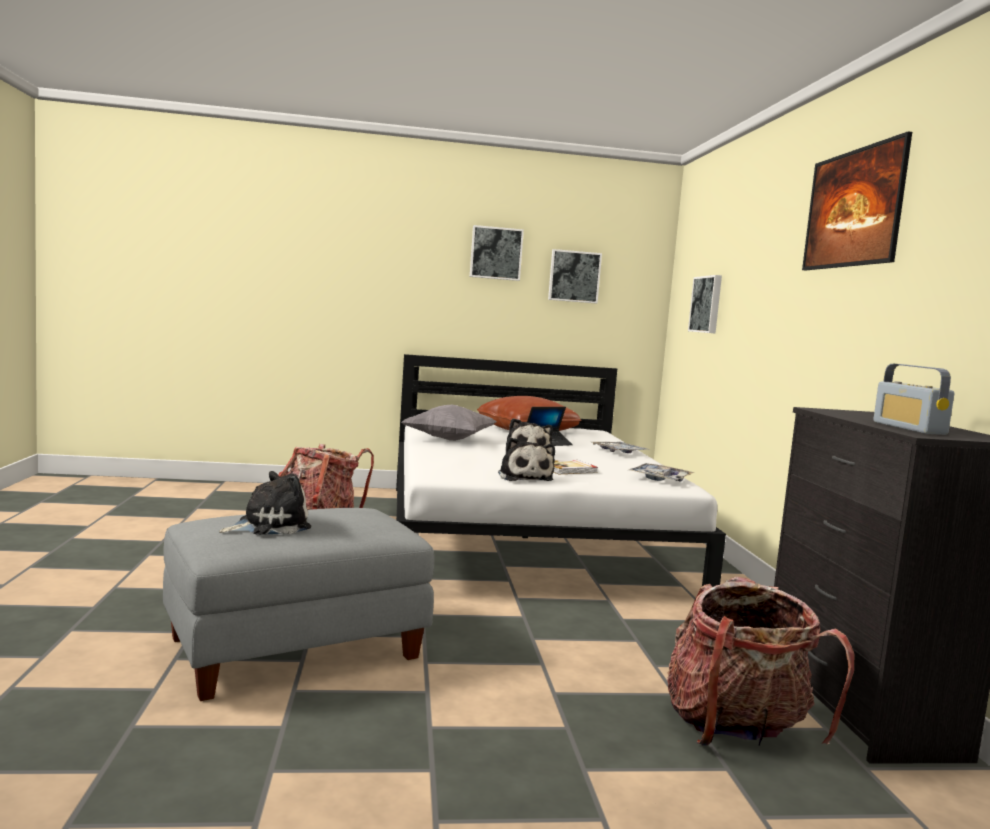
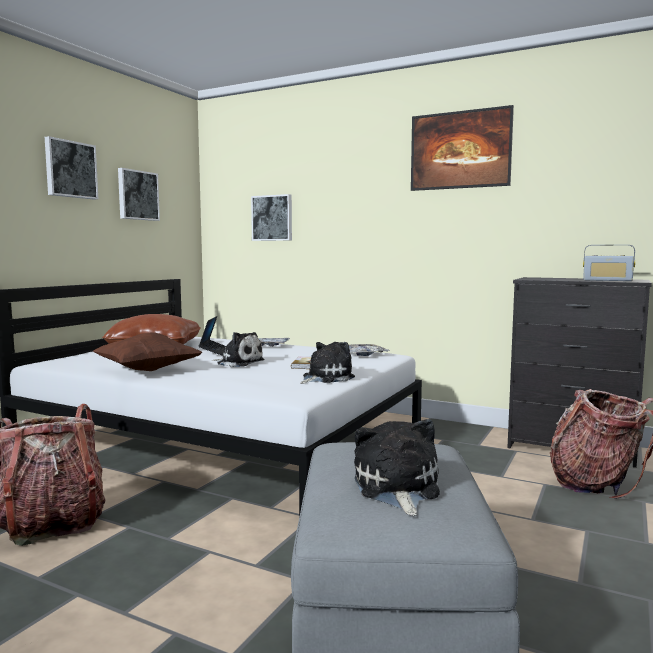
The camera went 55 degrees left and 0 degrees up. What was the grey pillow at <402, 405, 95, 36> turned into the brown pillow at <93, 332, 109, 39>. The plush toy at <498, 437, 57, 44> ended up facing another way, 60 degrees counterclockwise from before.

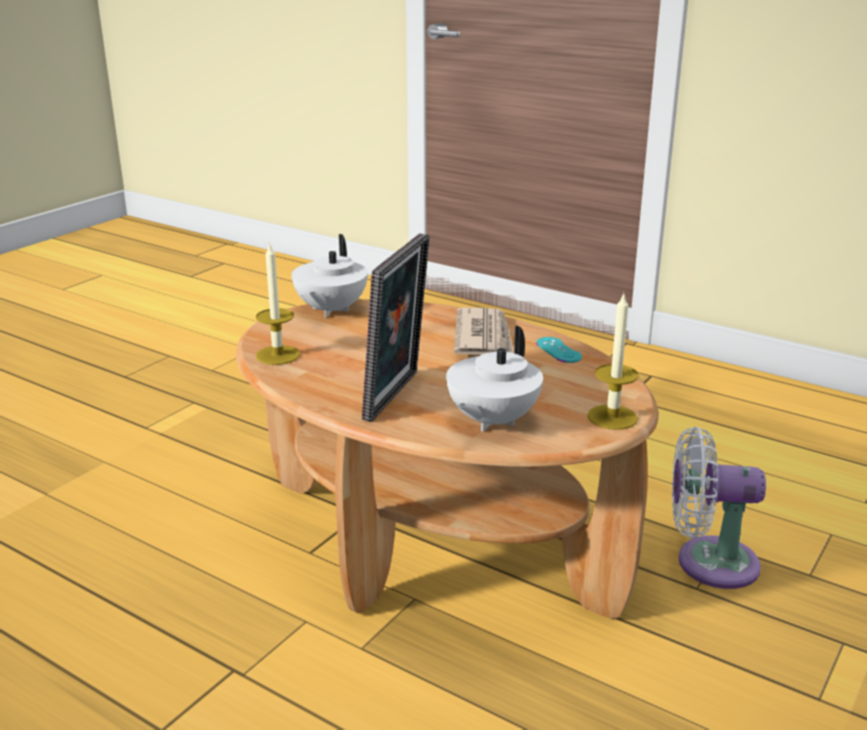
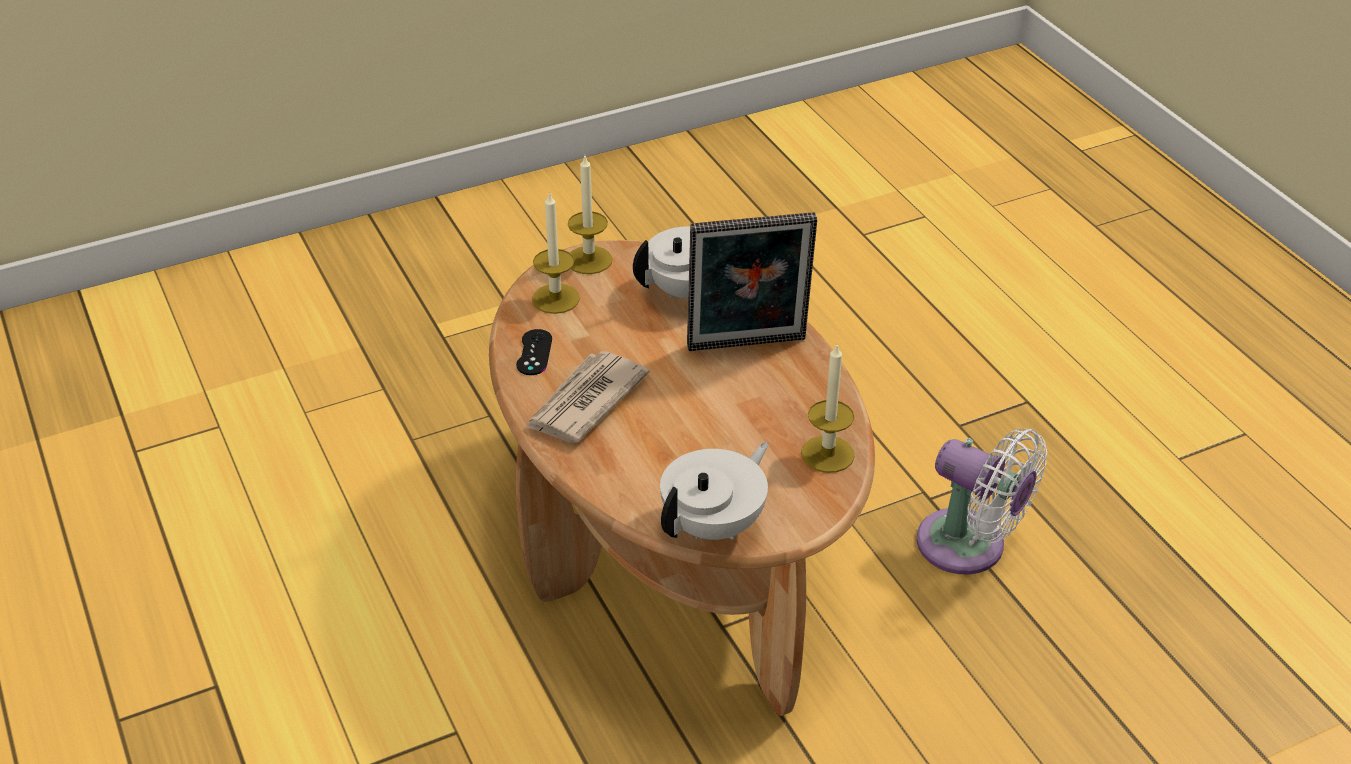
The camera went 150 degrees left and 15 degrees up. The picture frame at <362, 233, 68, 189> ended up facing another way, 150 degrees counterclockwise from before. What was the turquoise game controller at <536, 337, 46, 26> turned into the black game controller at <516, 329, 36, 46>. The white fan ended up elsewhere, having gone from <672, 427, 94, 162> to <917, 428, 130, 146>. The second view gained the candle at <532, 191, 48, 123>.

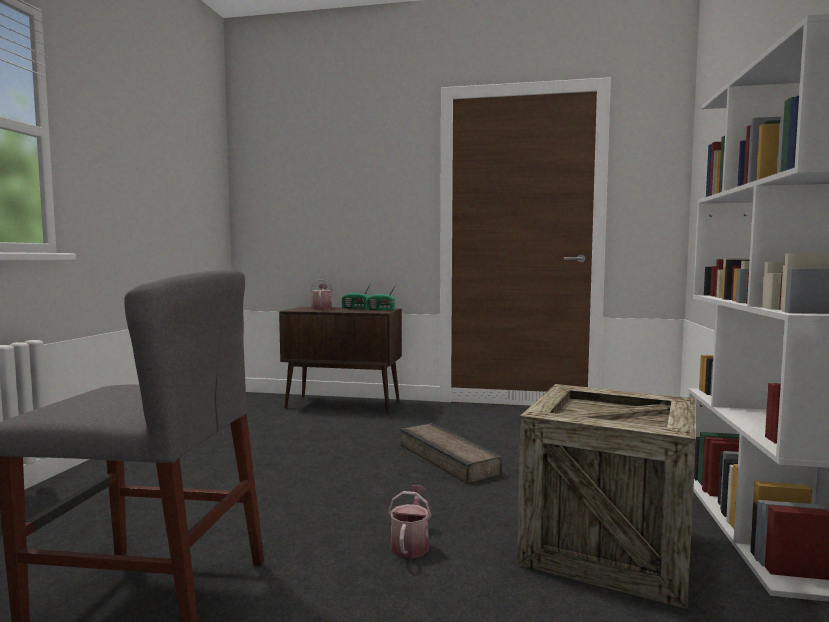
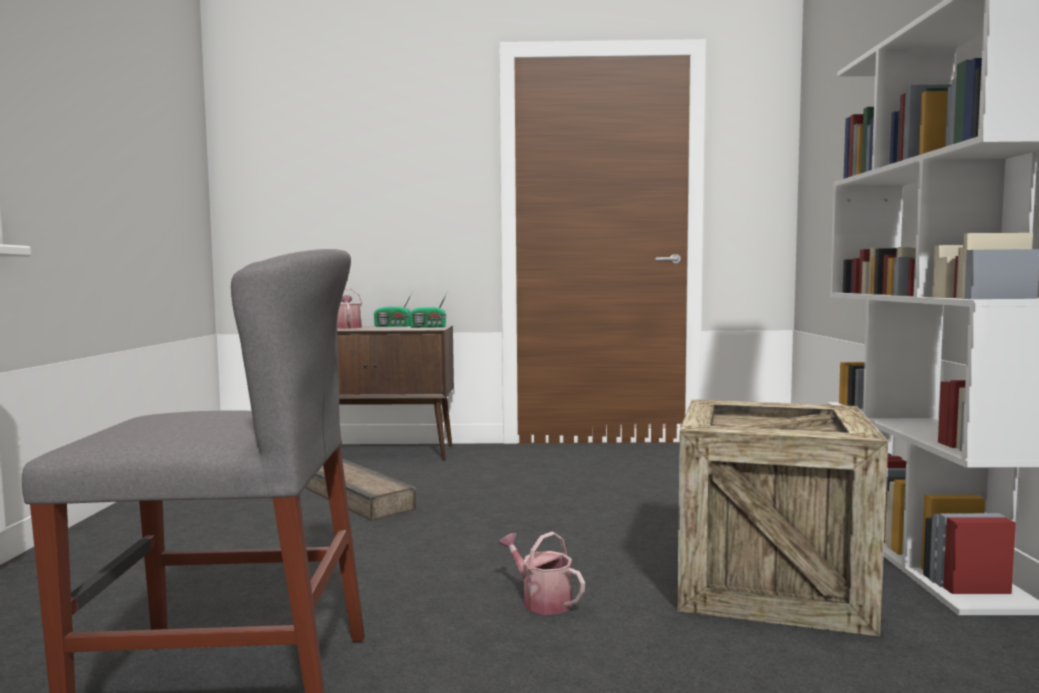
The camera went 10 degrees left and 0 degrees up. The crate ended up elsewhere, having gone from <400, 423, 102, 61> to <305, 459, 111, 62>. The watering can at <388, 485, 43, 73> ended up facing another way, 45 degrees counterclockwise from before.

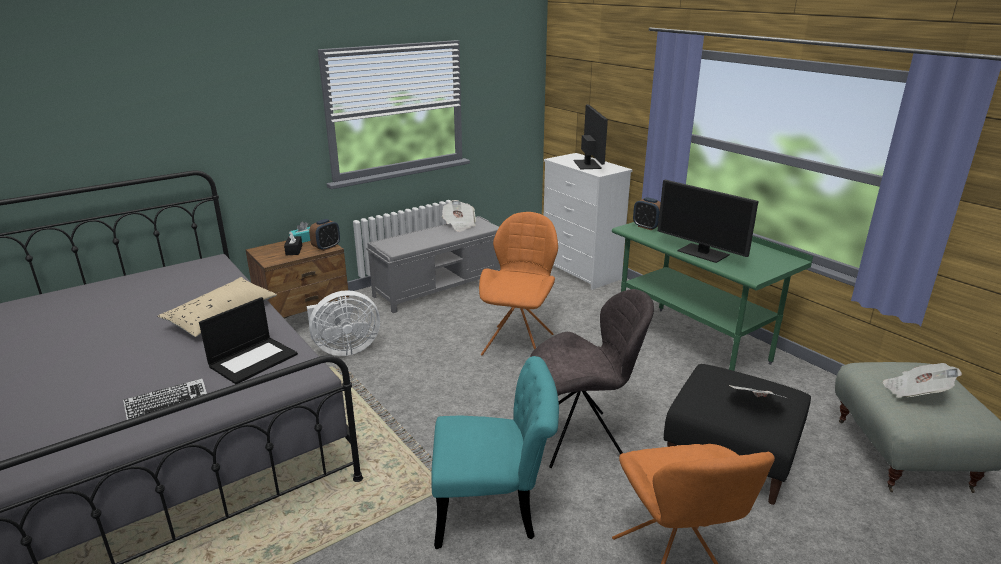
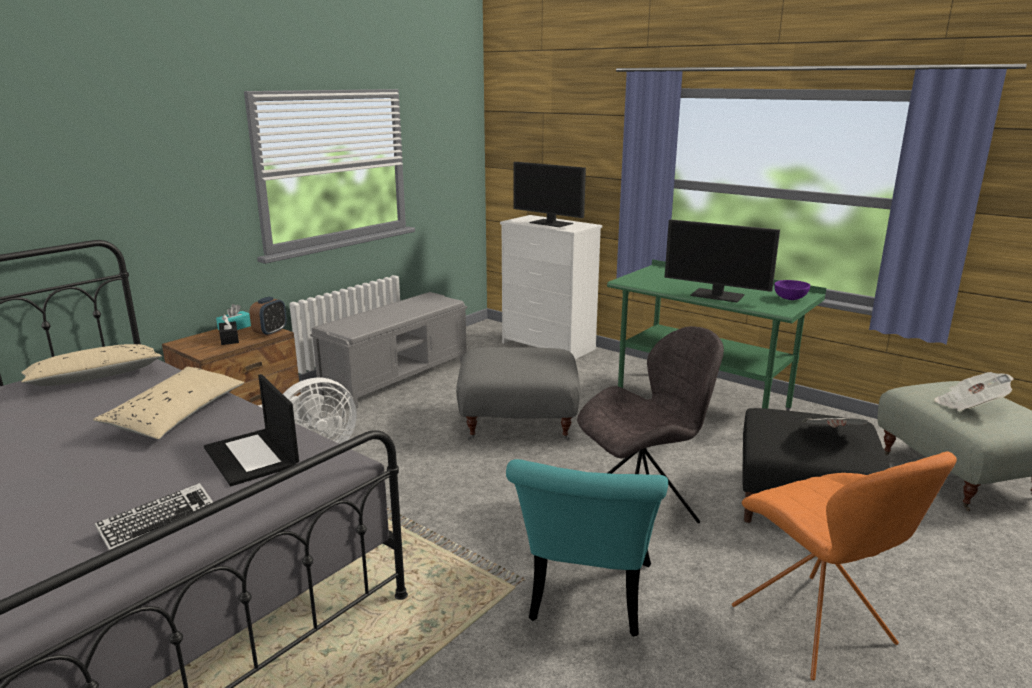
The camera went 15 degrees left and 5 degrees down. The monitor at <573, 104, 35, 65> ended up facing another way, 150 degrees clockwise from before. The second view lost the alarm clock at <633, 197, 28, 33>. The second view lost the newspaper at <442, 200, 34, 32>. Where the orange chair stood at <479, 212, 79, 144>, the grey ottoman came to stand at <456, 347, 124, 93>. The laptop at <199, 297, 99, 87> ended up facing another way, 120 degrees clockwise from before. The turquoise chair at <431, 356, 128, 193> ended up facing another way, 120 degrees clockwise from before. The second view gained the purple bowl at <774, 280, 36, 20>. The second view gained the beige pillow at <21, 344, 141, 42>.

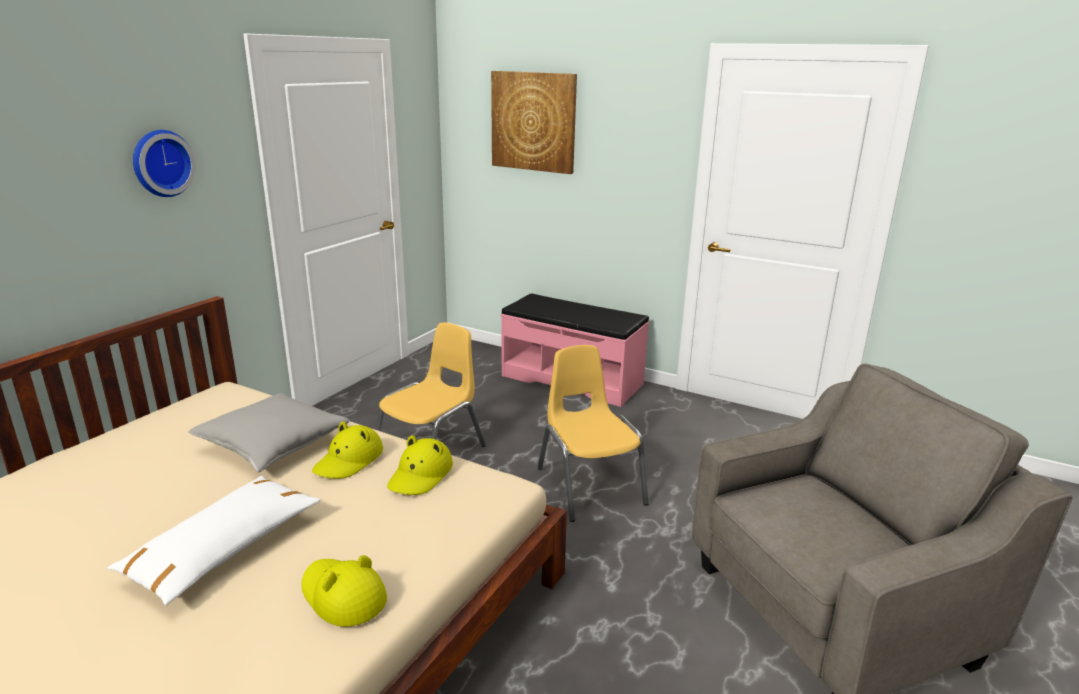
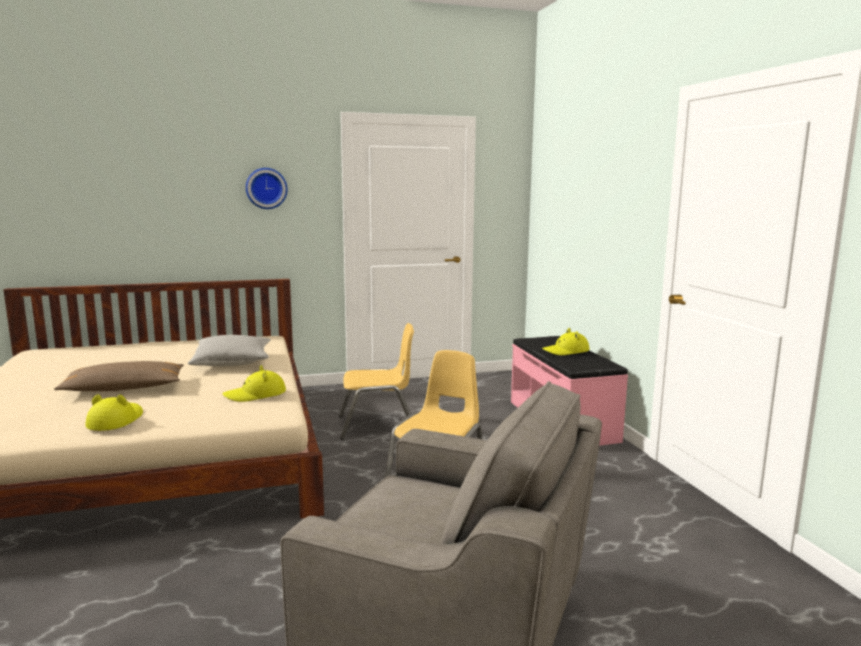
The camera went 45 degrees right and 10 degrees down. The second view lost the picture at <491, 71, 86, 103>. The yellow hat ended up elsewhere, having gone from <312, 421, 71, 58> to <542, 328, 47, 27>. What was the white pillow at <108, 476, 213, 130> turned into the brown pillow at <54, 361, 130, 30>.

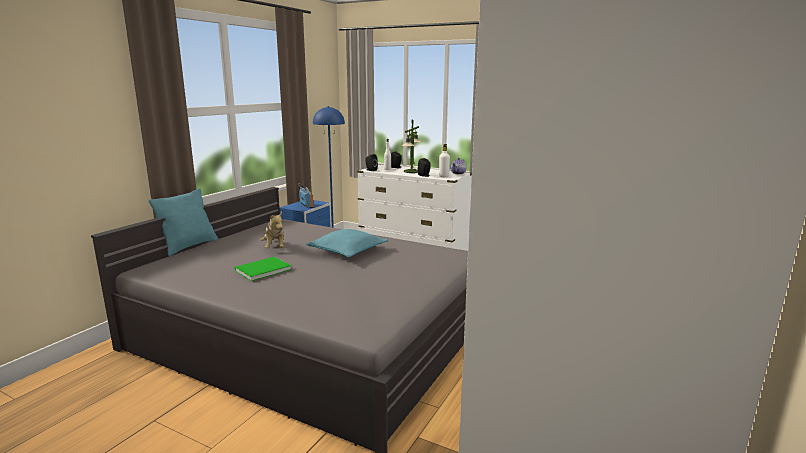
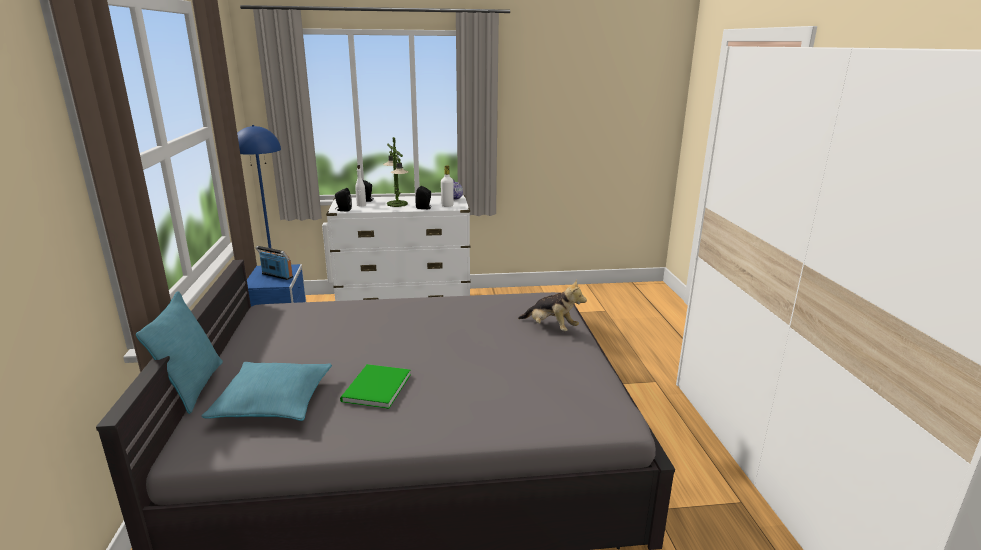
The camera went 35 degrees left and 5 degrees up. The plush toy ended up elsewhere, having gone from <260, 212, 24, 36> to <518, 280, 69, 51>. The turquoise pillow ended up elsewhere, having gone from <306, 229, 82, 28> to <201, 362, 131, 59>.

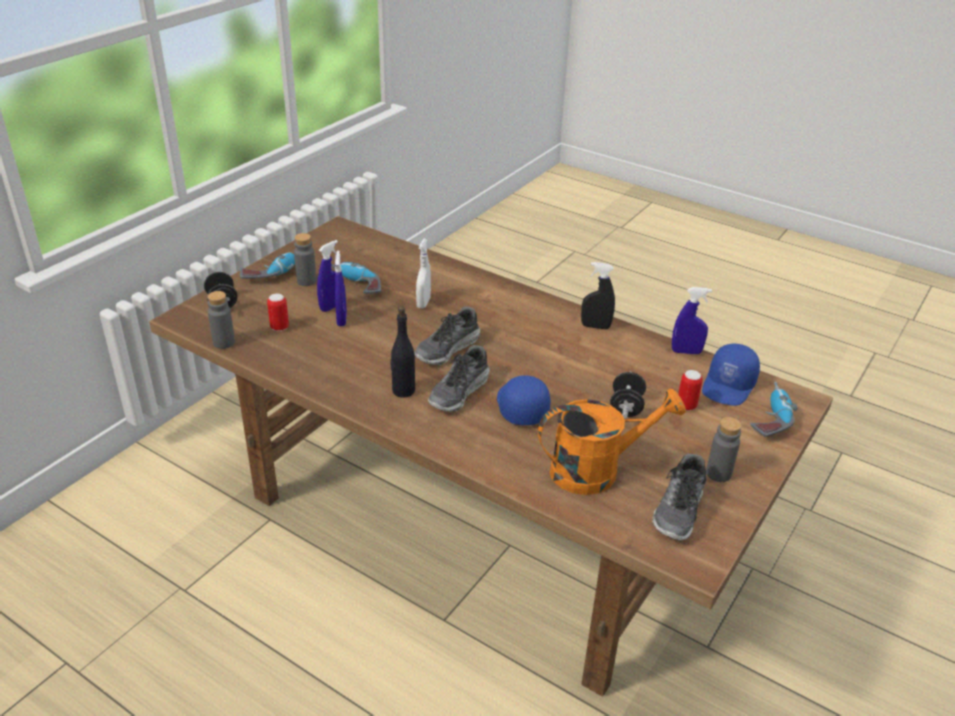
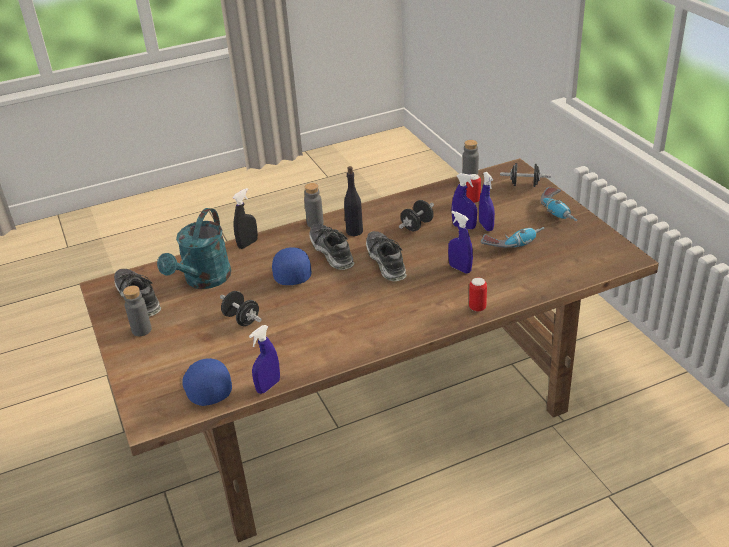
The camera went 125 degrees right and 0 degrees up. The grey bottle ended up elsewhere, having gone from <294, 233, 23, 53> to <304, 183, 20, 45>. What was the white spray bottle at <416, 238, 15, 71> turned into the blue spray bottle at <448, 211, 25, 63>. The black spray bottle ended up elsewhere, having gone from <581, 262, 34, 67> to <233, 188, 25, 61>. The can ended up elsewhere, having gone from <678, 370, 25, 41> to <469, 277, 18, 35>. The blue cap at <497, 375, 54, 50> ended up facing another way, 120 degrees counterclockwise from before. The second view lost the power drill at <750, 382, 47, 55>. What was the orange watering can at <538, 389, 148, 106> turned into the turquoise watering can at <157, 208, 74, 81>. The second view gained the black dumbbell at <399, 200, 35, 31>.

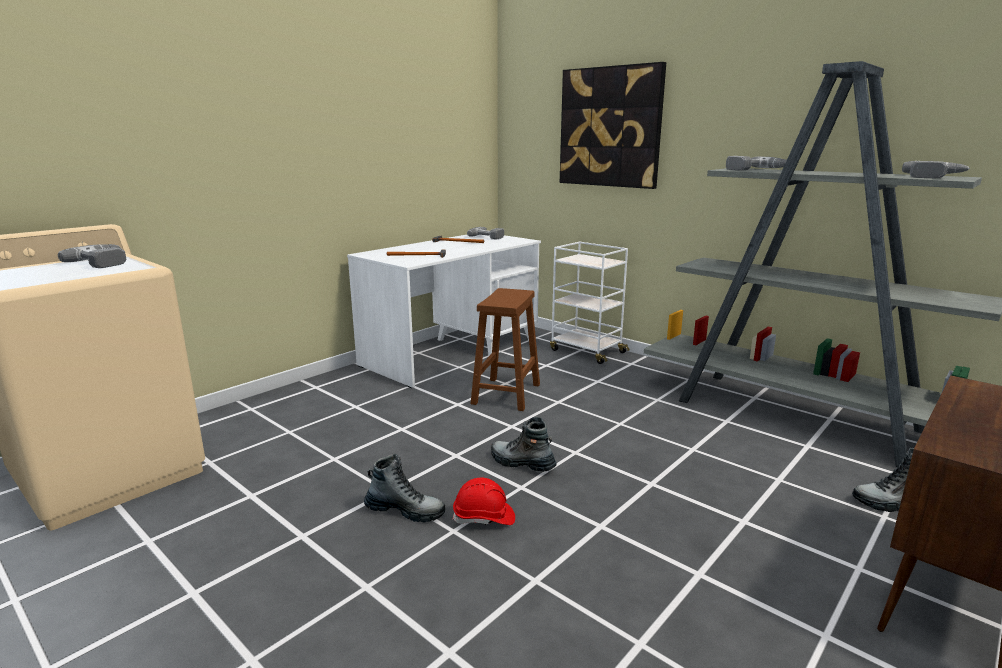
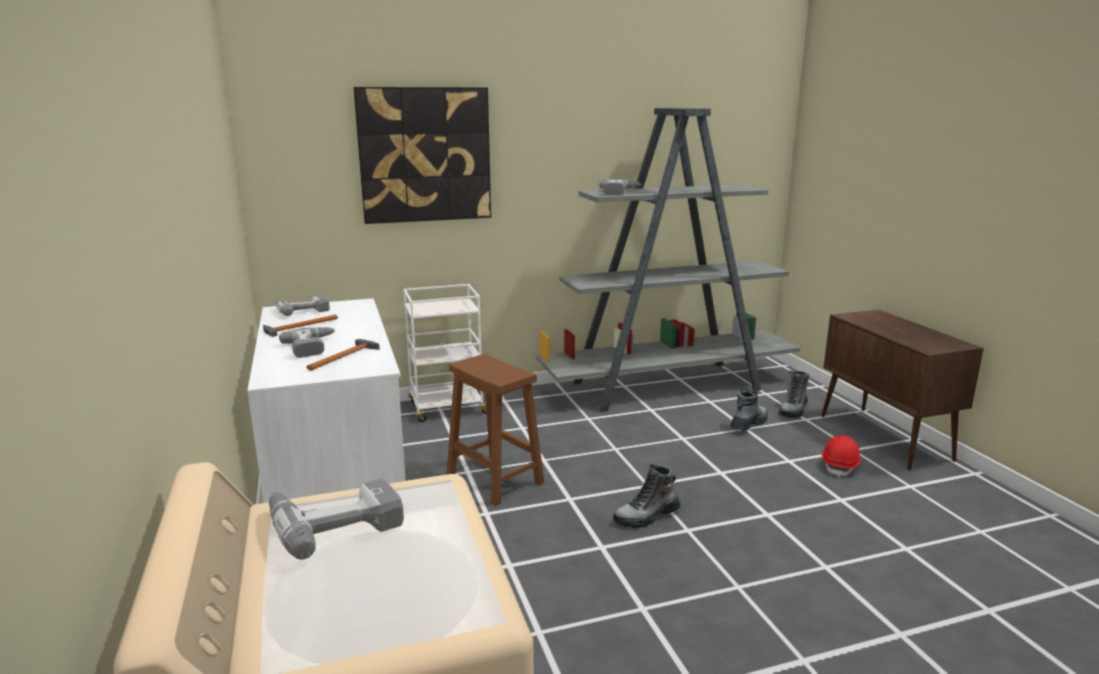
The camera went 60 degrees left and 0 degrees up. The power drill ended up elsewhere, having gone from <902, 161, 68, 17> to <279, 327, 56, 31>. The boot ended up elsewhere, having gone from <364, 453, 81, 69> to <730, 387, 38, 44>. The red hard hat ended up elsewhere, having gone from <452, 477, 63, 48> to <822, 435, 40, 42>.

